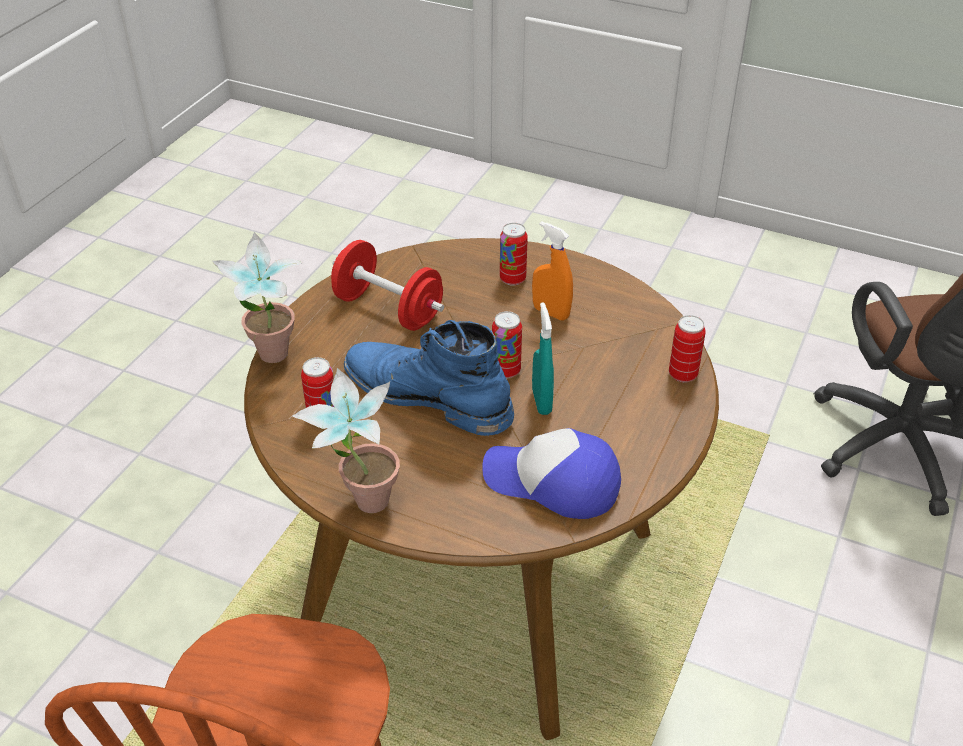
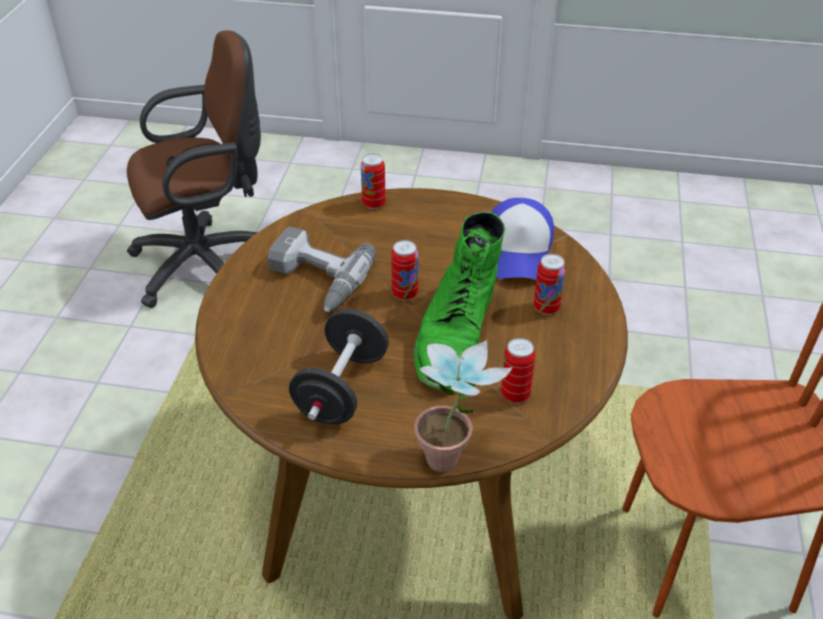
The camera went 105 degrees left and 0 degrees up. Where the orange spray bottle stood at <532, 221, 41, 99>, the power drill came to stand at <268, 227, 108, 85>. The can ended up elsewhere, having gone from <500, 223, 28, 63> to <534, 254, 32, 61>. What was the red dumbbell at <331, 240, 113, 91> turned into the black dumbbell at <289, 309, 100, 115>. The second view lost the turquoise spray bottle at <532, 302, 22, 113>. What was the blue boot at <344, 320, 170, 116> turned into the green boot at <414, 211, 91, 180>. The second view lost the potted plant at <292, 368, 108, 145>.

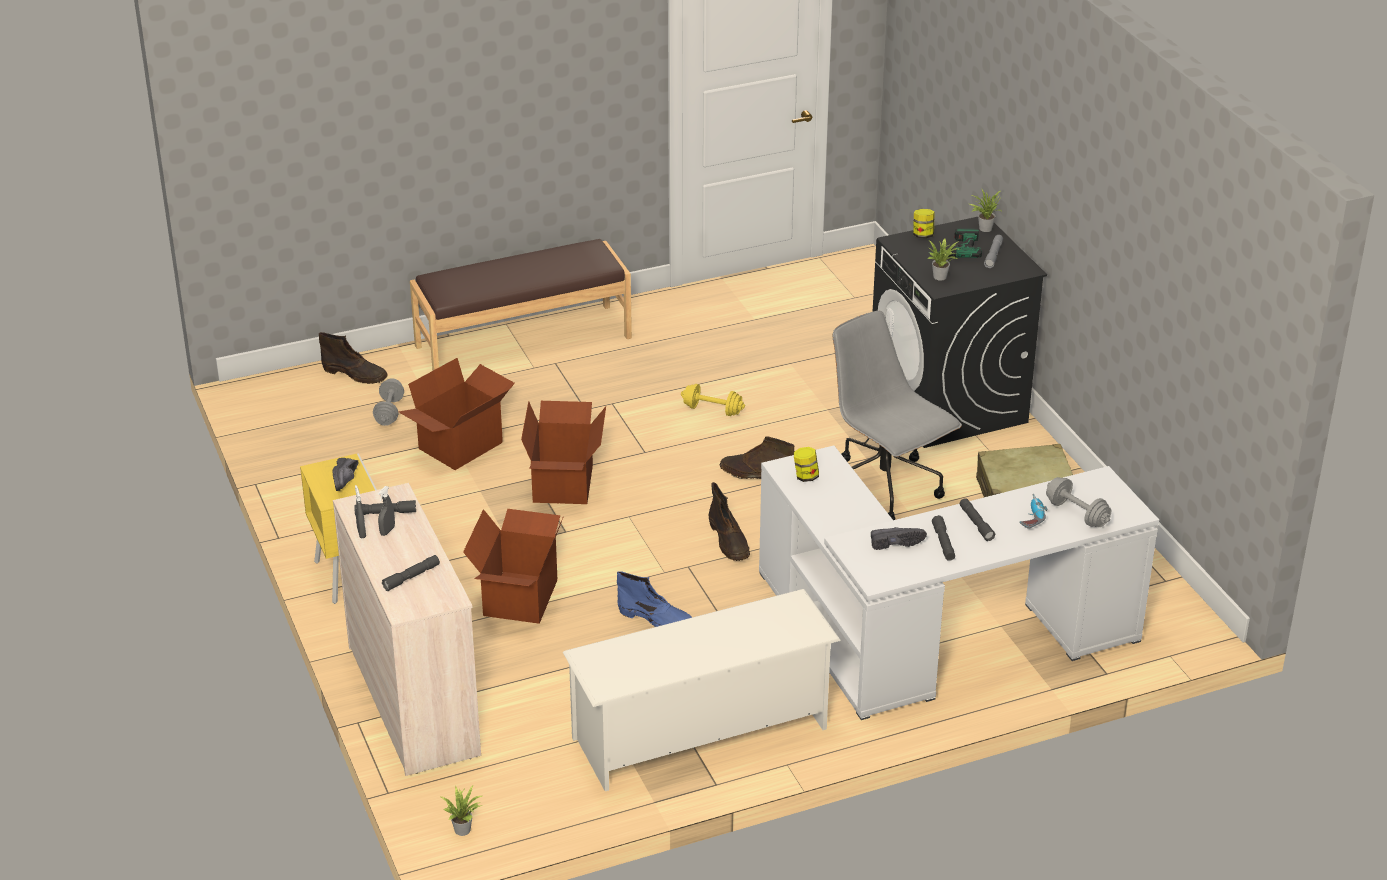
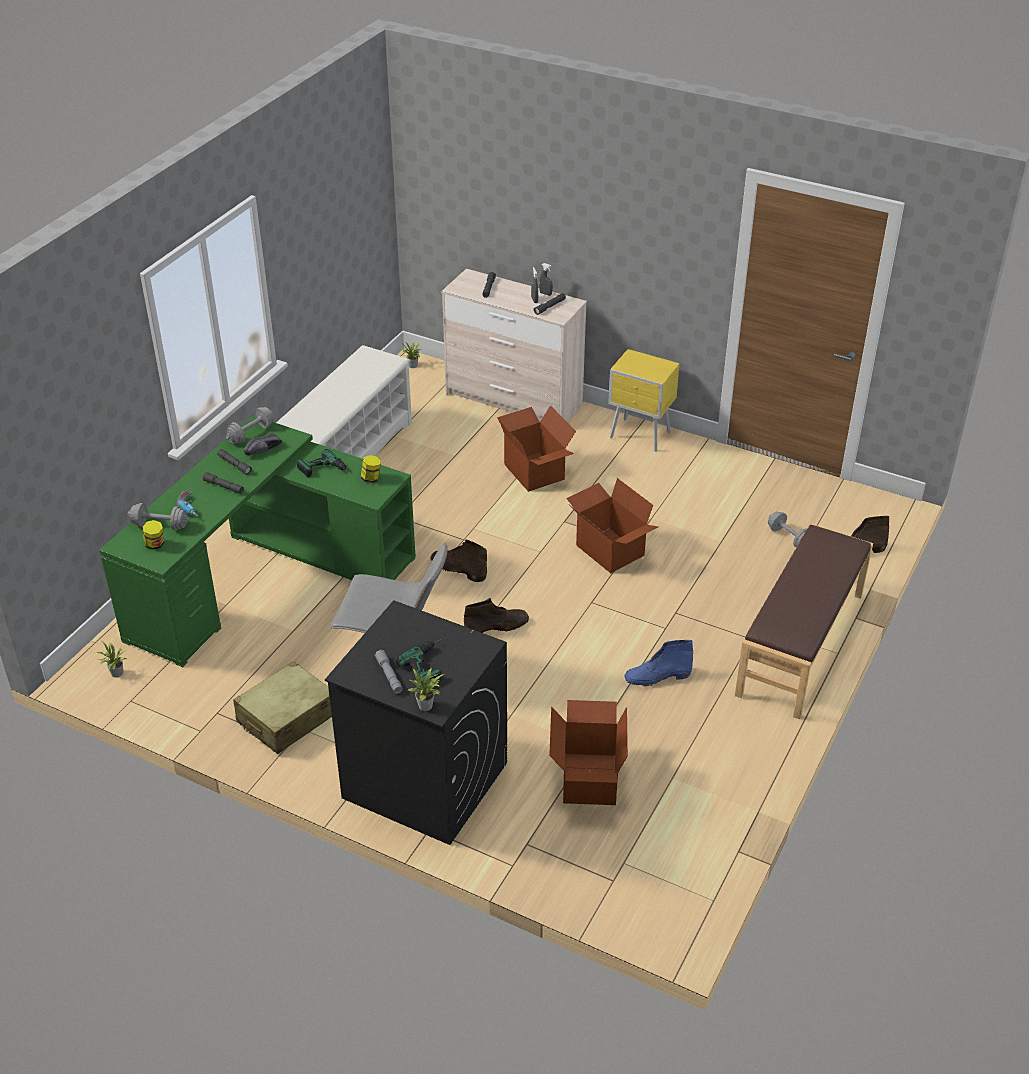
The camera went 140 degrees right and 5 degrees up. The jar ended up elsewhere, having gone from <913, 209, 22, 29> to <143, 520, 21, 30>. The potted plant ended up elsewhere, having gone from <927, 238, 32, 43> to <96, 641, 30, 36>. The cardboard box ended up elsewhere, having gone from <398, 358, 117, 112> to <549, 700, 79, 105>. The second view lost the yellow dumbbell at <681, 384, 64, 32>. What was the white desk at <759, 446, 400, 274> turned into the green desk at <99, 416, 317, 251>. The second view lost the black shoe at <333, 458, 25, 33>. The blue boot ended up elsewhere, having gone from <617, 571, 75, 56> to <625, 640, 68, 46>. The second view gained the grey dumbbell at <225, 407, 49, 37>. The second view gained the power drill at <297, 449, 51, 28>.

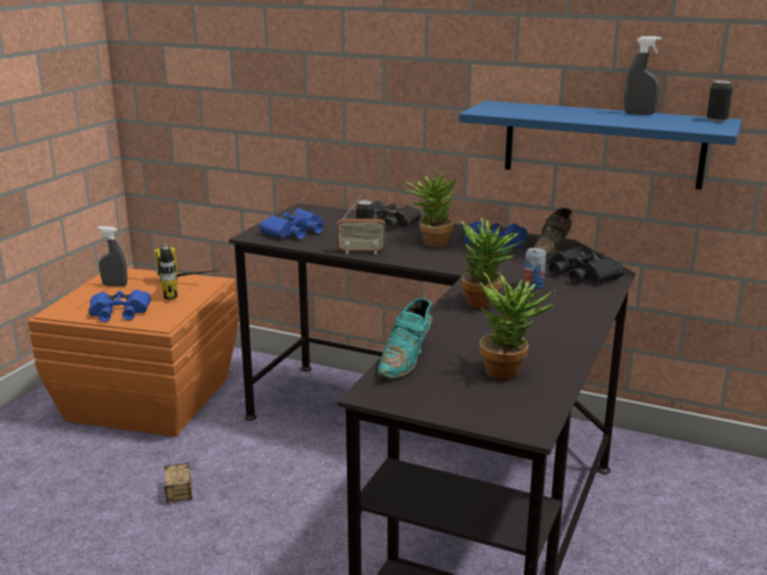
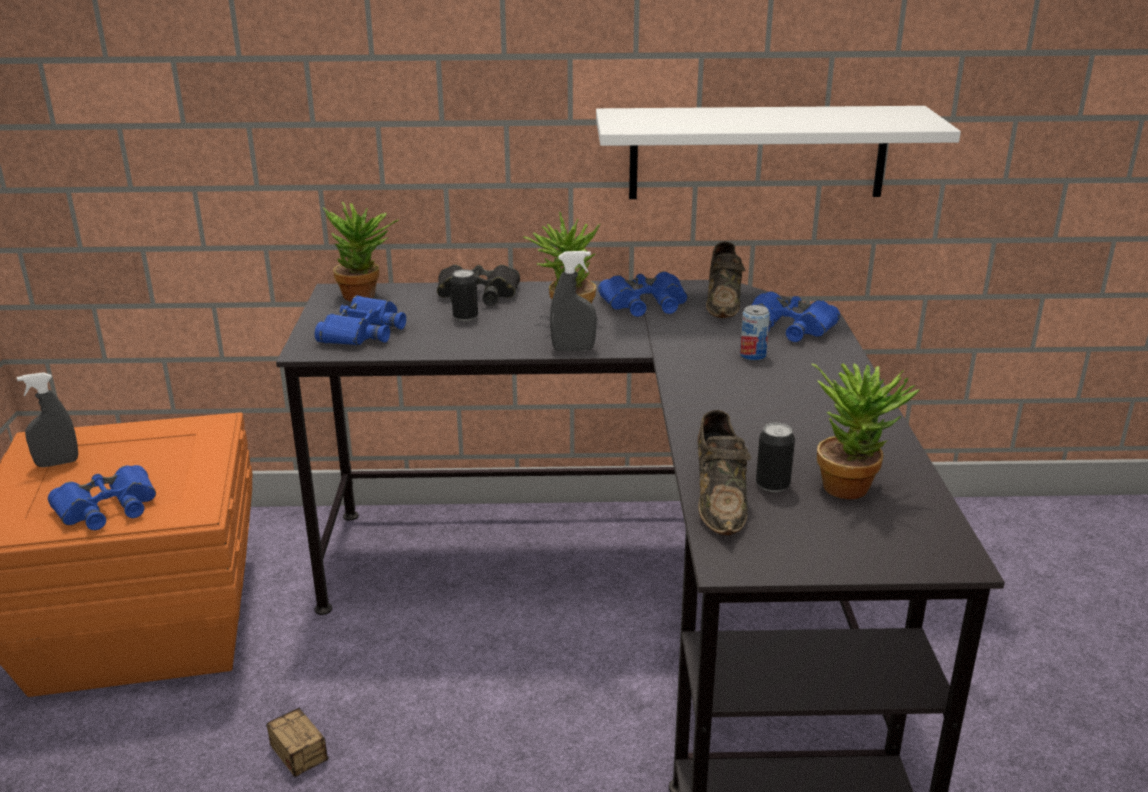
The camera went 25 degrees left and 5 degrees up. The grey spray bottle ended up elsewhere, having gone from <624, 36, 37, 79> to <550, 251, 47, 100>. The can ended up elsewhere, having gone from <707, 80, 26, 42> to <756, 423, 39, 69>. What was the blue shelf at <459, 100, 283, 90> turned into the white shelf at <596, 106, 365, 93>. The second view lost the radio at <337, 194, 48, 60>. The potted plant ended up elsewhere, having gone from <461, 218, 65, 90> to <323, 201, 76, 101>. The second view lost the power drill at <155, 243, 65, 56>. What was the black binoculars at <549, 246, 75, 37> turned into the blue binoculars at <752, 291, 88, 51>. What was the turquoise shoe at <378, 298, 55, 81> turned into the brown shoe at <698, 410, 54, 125>.

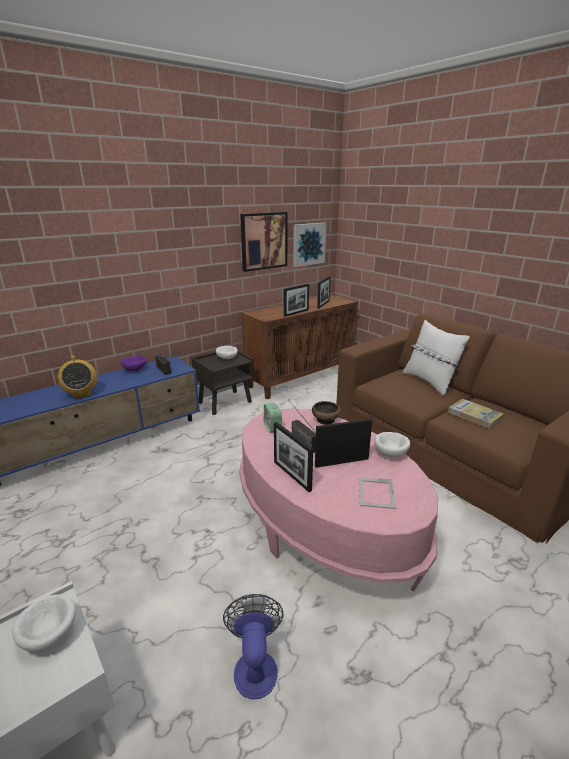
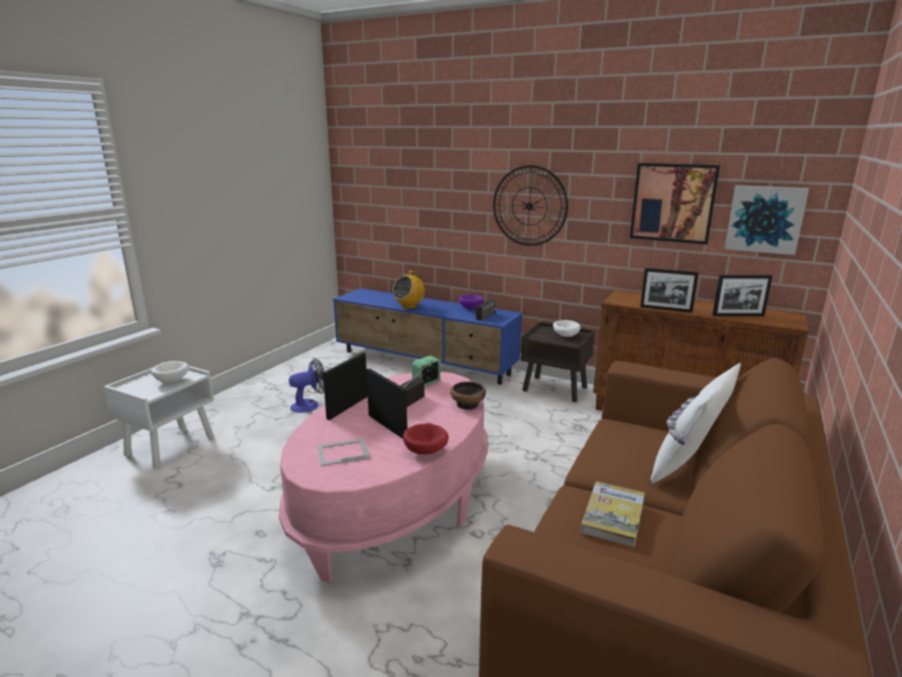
The camera went 65 degrees right and 5 degrees down. What was the white bowl at <374, 432, 36, 26> turned into the red bowl at <403, 423, 46, 31>. The fan ended up elsewhere, having gone from <223, 594, 61, 105> to <289, 358, 36, 55>. The second view gained the wall clock at <493, 165, 75, 81>.

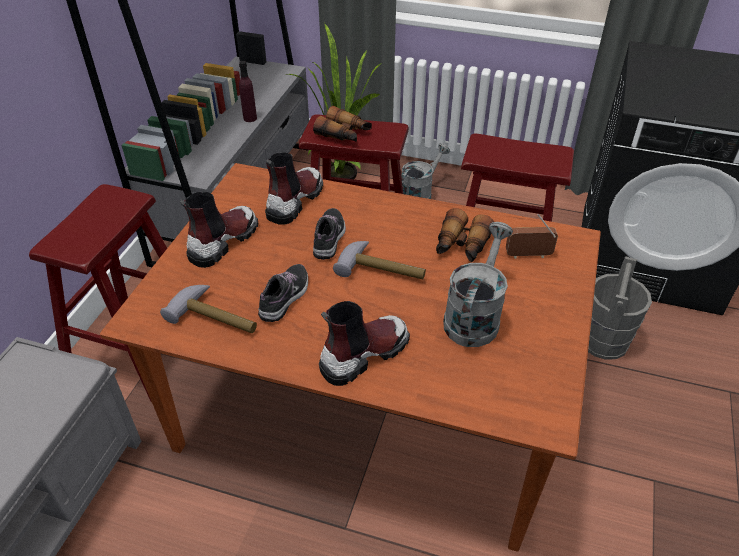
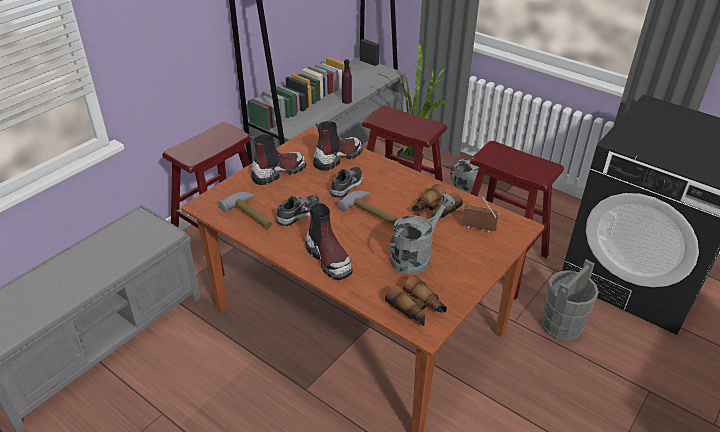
The camera went 20 degrees right and 5 degrees down. The binoculars ended up elsewhere, having gone from <313, 106, 59, 36> to <385, 275, 62, 51>. The boot at <319, 301, 91, 85> ended up facing another way, 75 degrees clockwise from before.

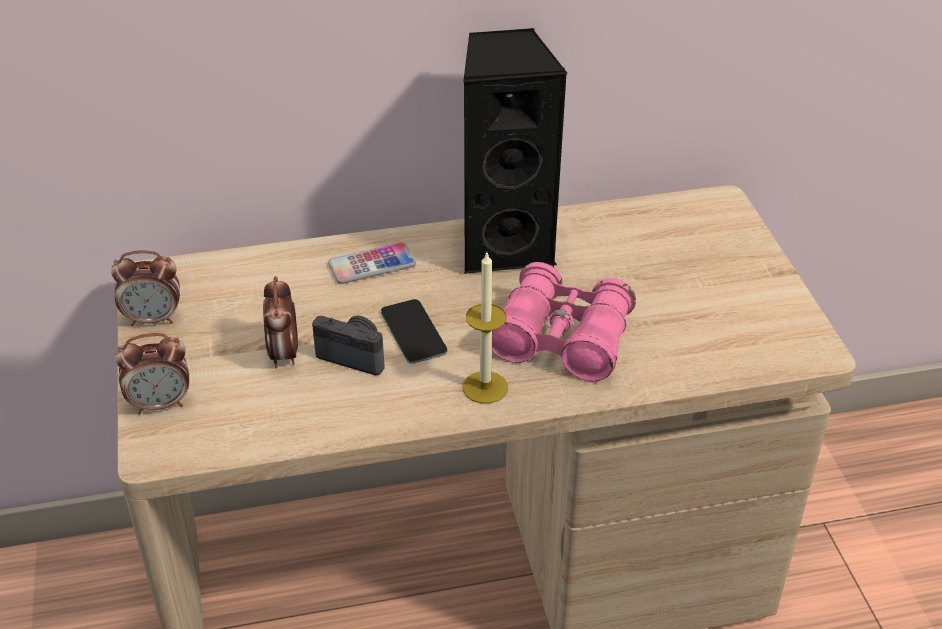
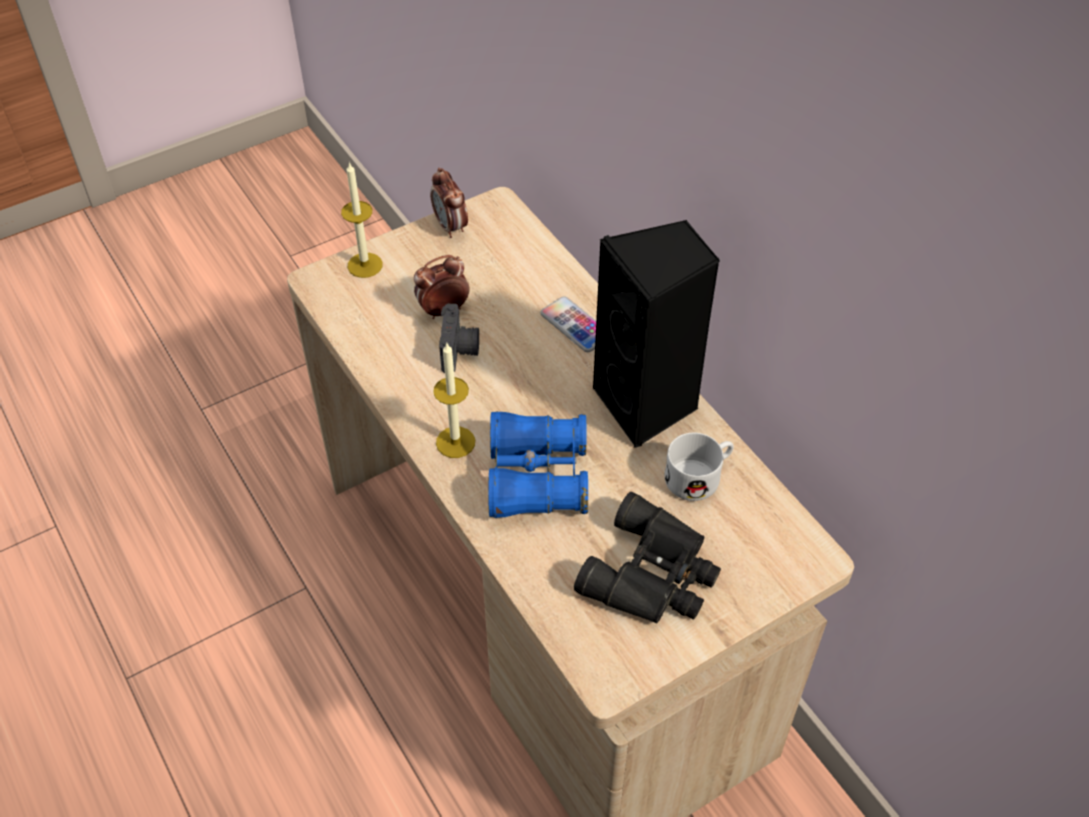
The camera went 70 degrees right and 10 degrees up. What was the pink binoculars at <492, 262, 144, 119> turned into the blue binoculars at <488, 411, 100, 107>. The second view lost the phone at <381, 299, 66, 65>. Where the alarm clock stood at <115, 333, 74, 82>, the candle came to stand at <341, 162, 42, 116>. The second view gained the white mug at <665, 433, 69, 68>. The second view gained the black binoculars at <574, 492, 147, 132>.

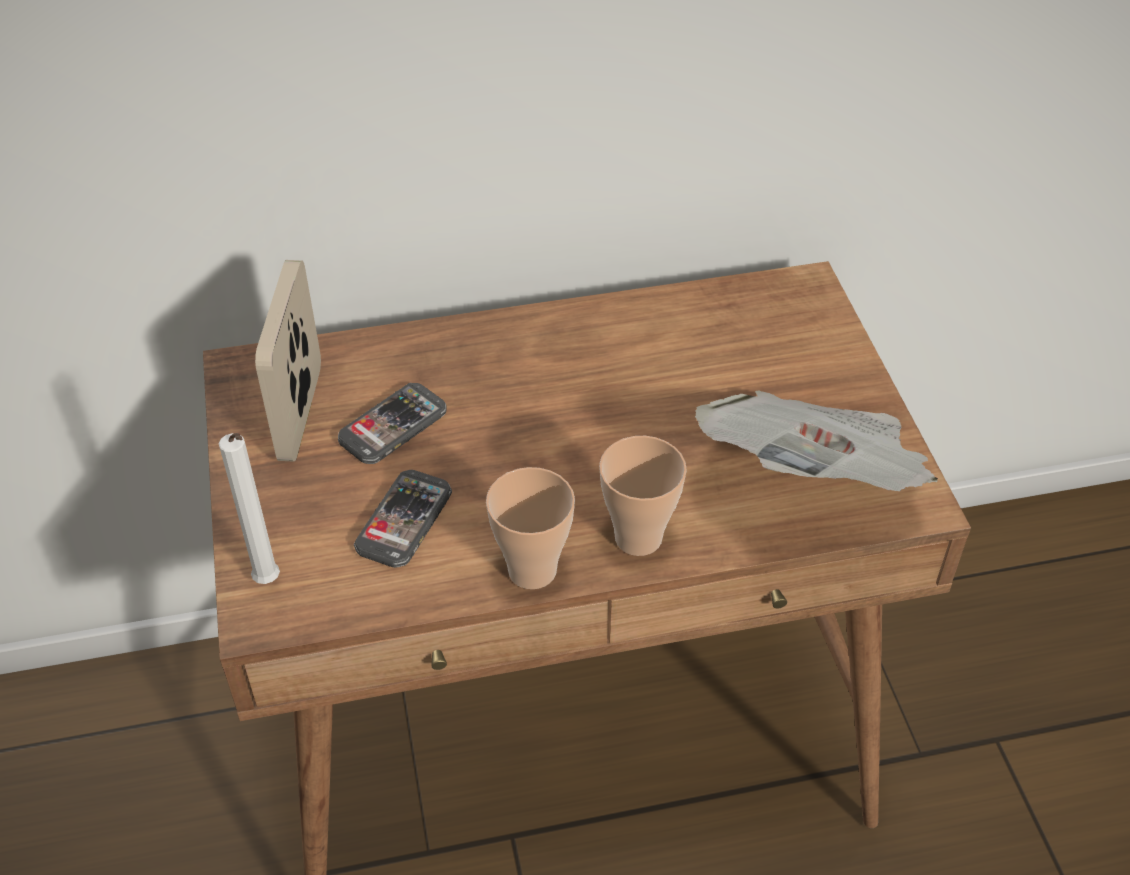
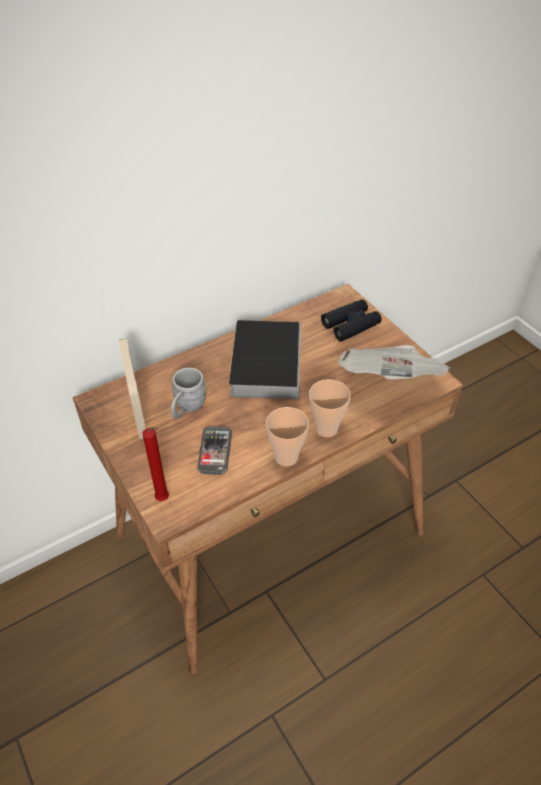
The camera went 20 degrees left and 0 degrees up. Where the phone stood at <338, 383, 108, 81>, the grey mug came to stand at <171, 368, 36, 51>. What was the white candle at <219, 433, 61, 151> turned into the red candle at <142, 427, 27, 74>. The second view gained the black binoculars at <321, 299, 60, 43>. The second view gained the book at <229, 320, 72, 79>.

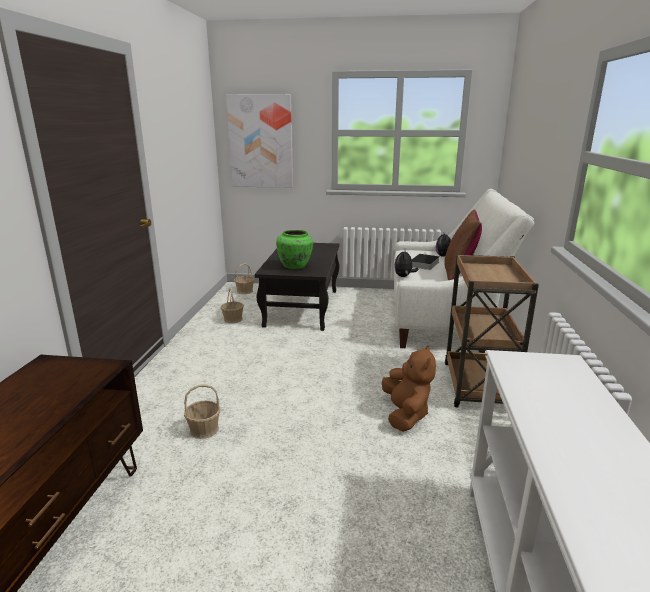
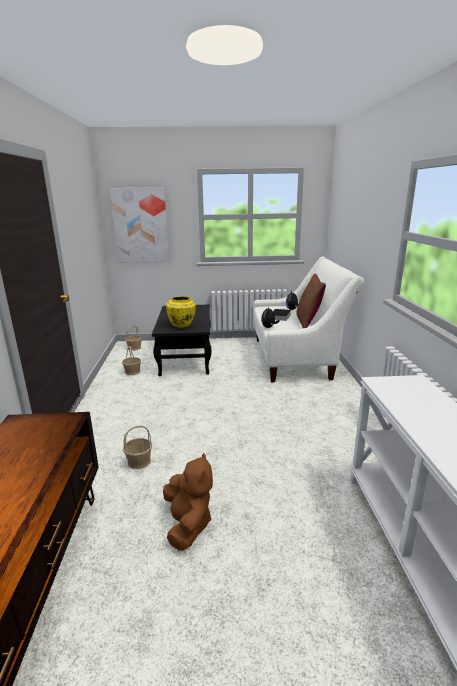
The camera went 10 degrees left and 0 degrees up. What was the green vase at <276, 230, 37, 39> turned into the yellow vase at <166, 296, 30, 31>. The second view lost the brown cart at <445, 254, 94, 153>. The brown plush toy ended up elsewhere, having gone from <382, 345, 54, 87> to <163, 453, 50, 98>.

